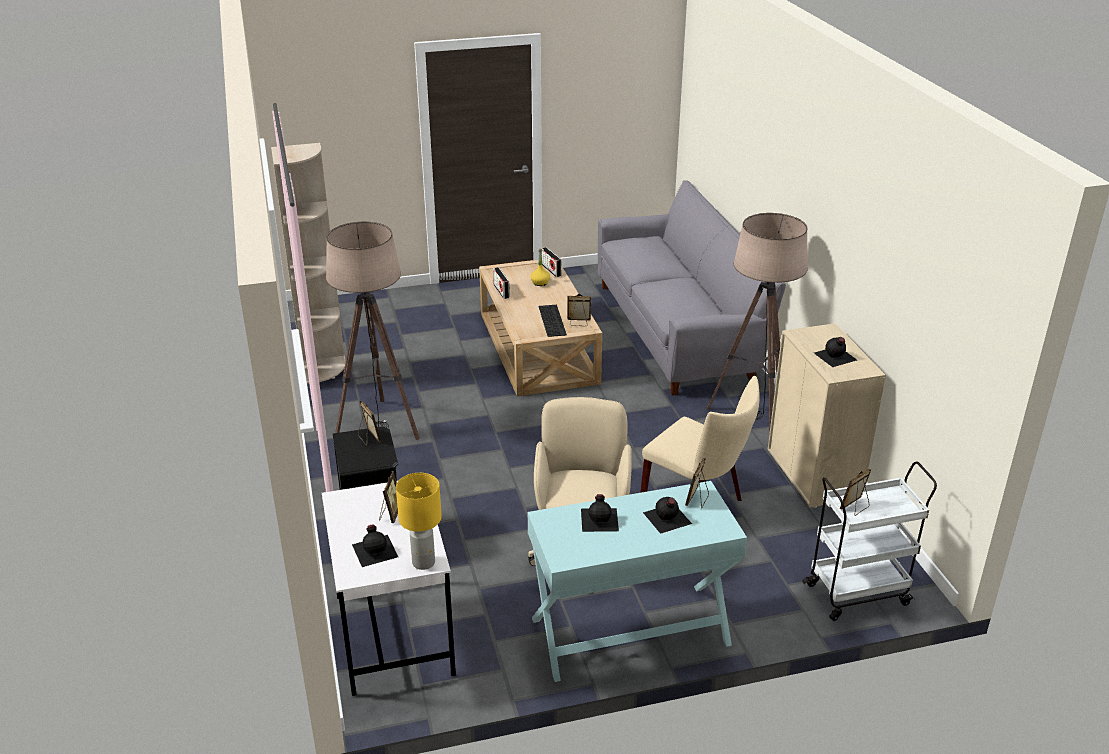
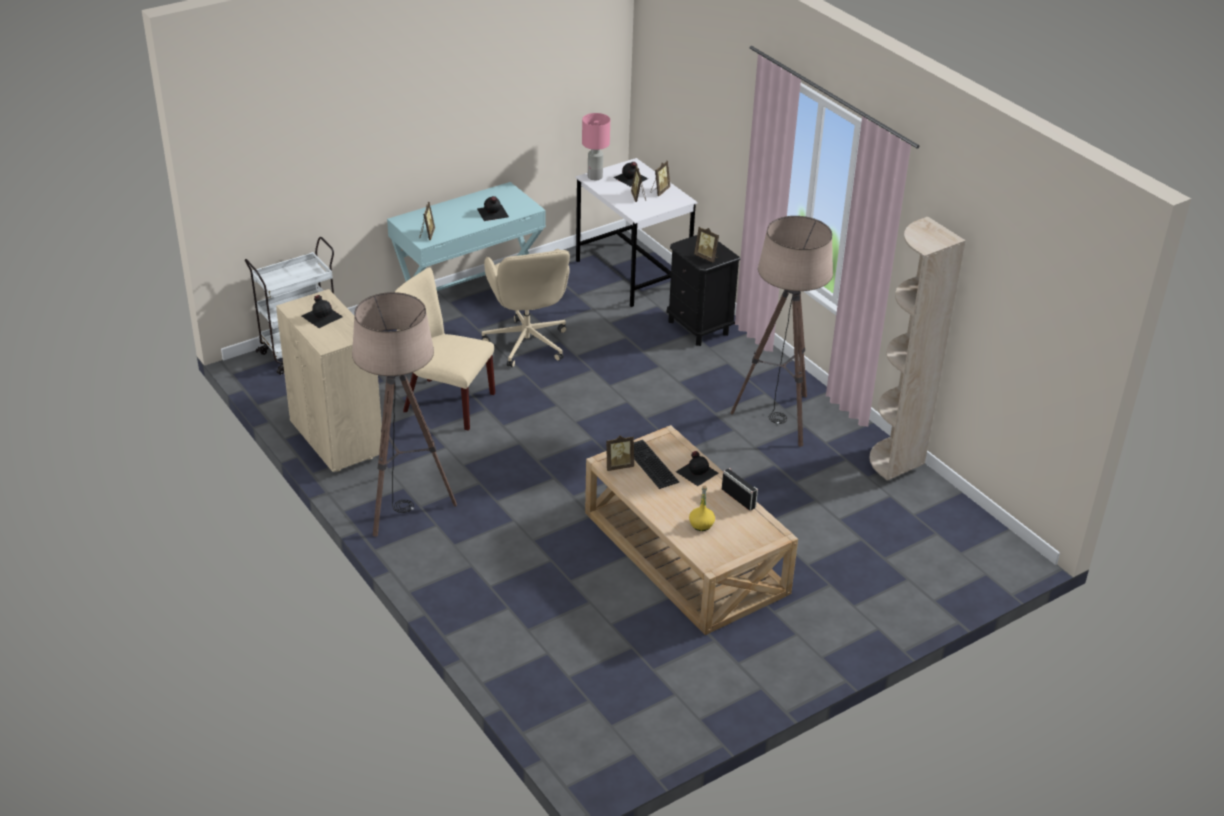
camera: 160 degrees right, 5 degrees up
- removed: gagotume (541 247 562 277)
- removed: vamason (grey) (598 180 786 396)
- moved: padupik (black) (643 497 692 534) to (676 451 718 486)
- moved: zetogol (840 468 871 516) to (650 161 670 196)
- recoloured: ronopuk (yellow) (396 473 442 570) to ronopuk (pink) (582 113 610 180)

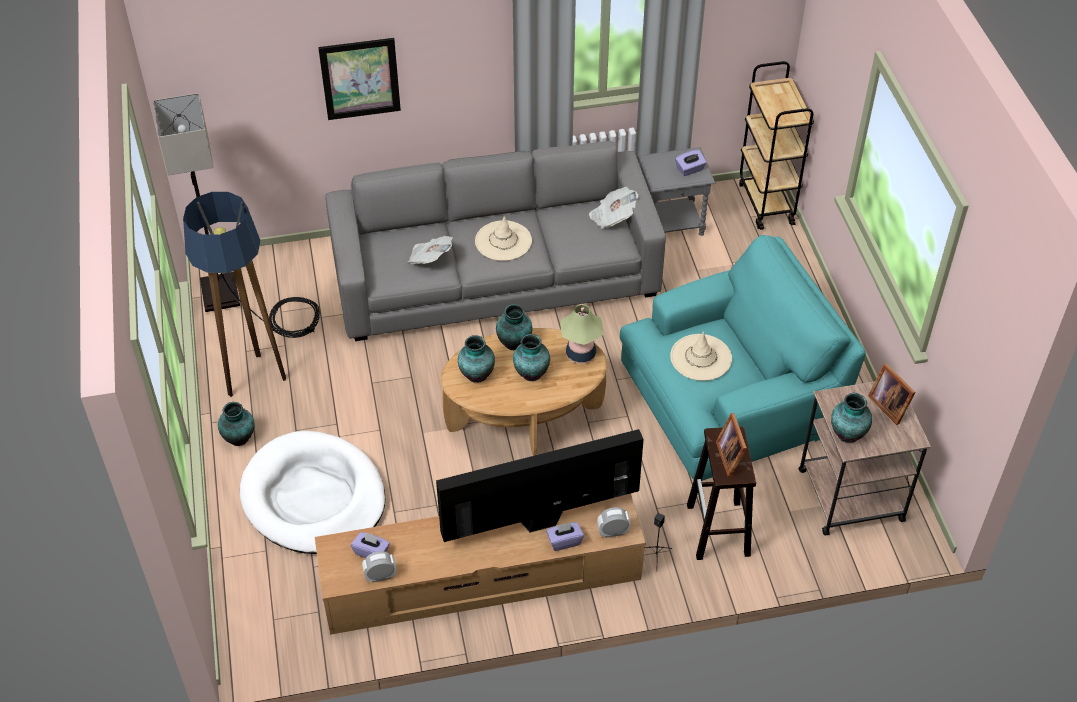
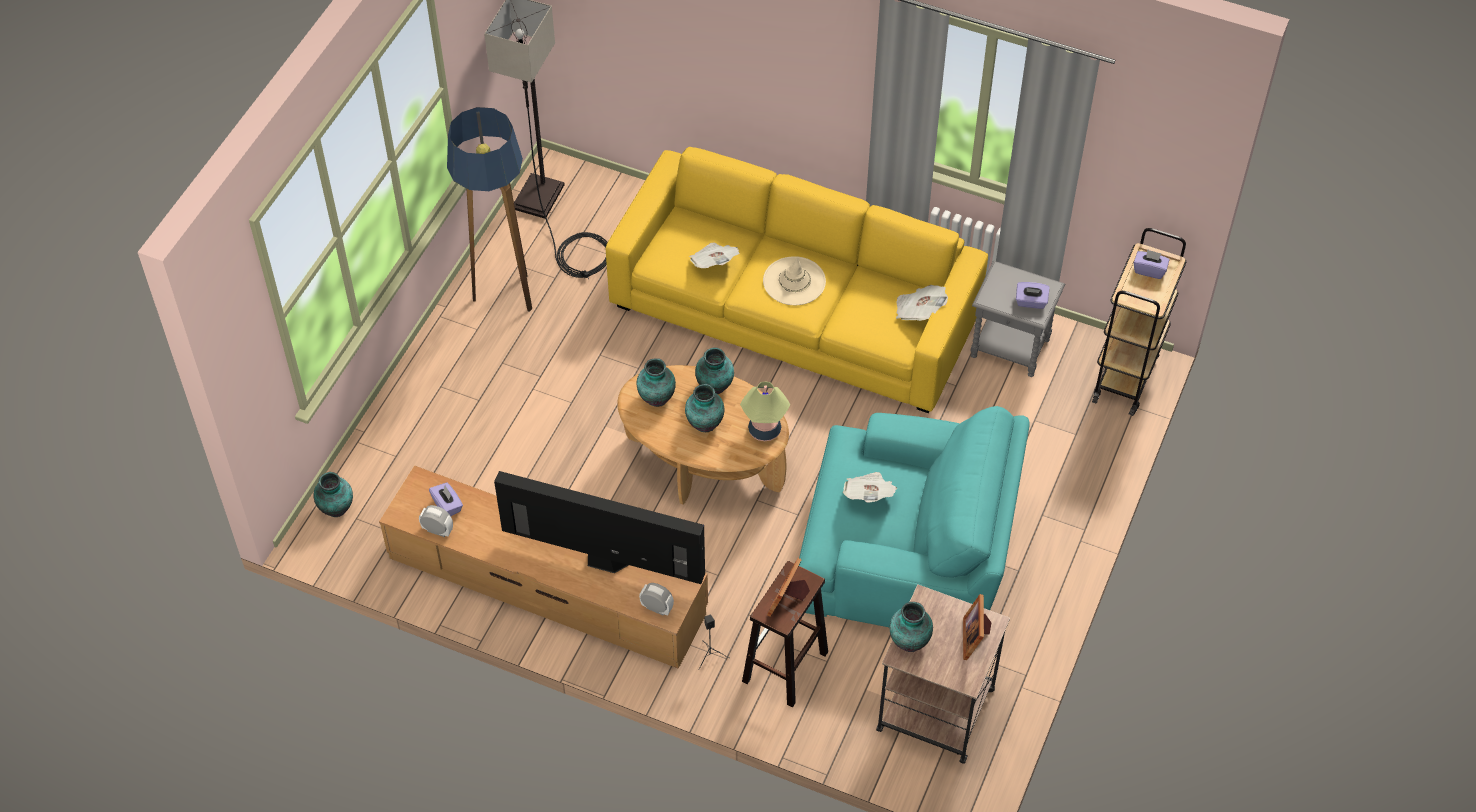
camera: 35 degrees right, 5 degrees up
- removed: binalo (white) (240 431 386 554)
- removed: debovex (318 38 401 120)
- moved: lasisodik (218 402 255 446) to (313 472 353 517)
- moved: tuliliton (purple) (546 522 584 551) to (1134 249 1169 279)
- replaced: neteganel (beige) (670 331 732 381) to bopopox (843 472 897 503)
- recoloured: vamason (grey) (325 141 666 341) to vamason (yellow) (606 147 988 413)

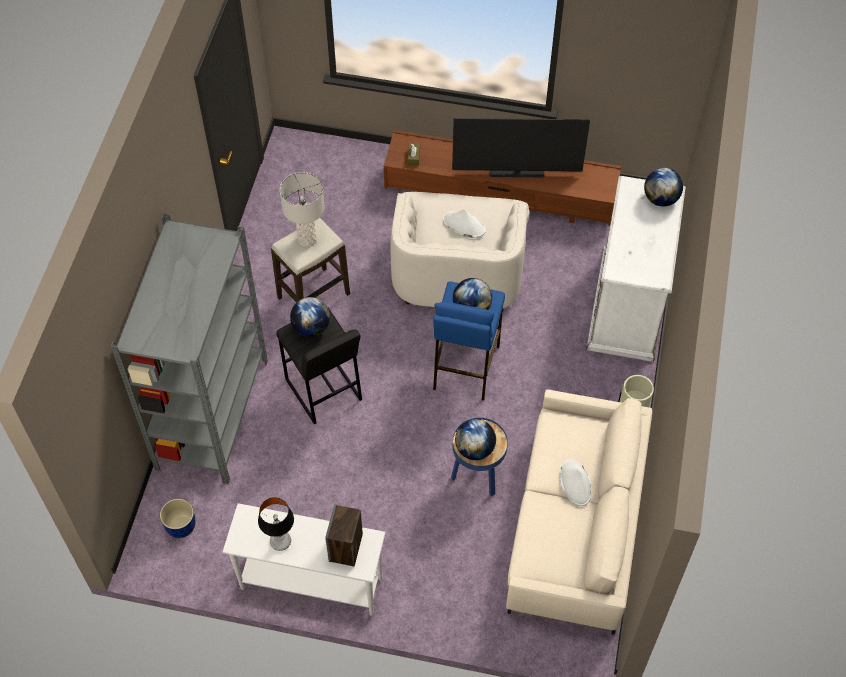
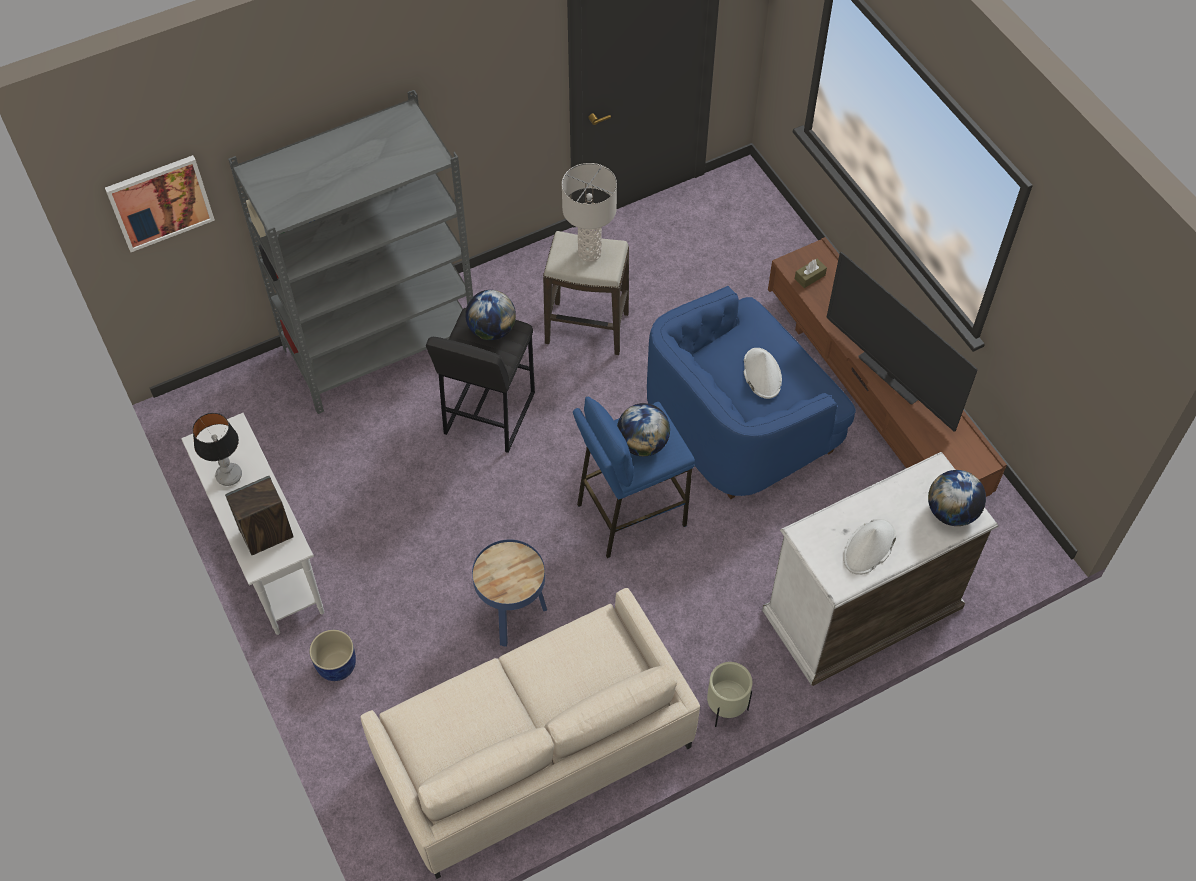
camera: 50 degrees right, 0 degrees up
- removed: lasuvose (455 419 496 460)
- added: debovex (105 155 215 252)
- moved: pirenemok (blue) (160 499 196 538) to (309 630 356 681)
- moved: neteganel (white) (559 459 592 506) to (843 518 896 575)
- recoloured: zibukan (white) (390 192 529 310) to zibukan (blue) (647 286 856 499)

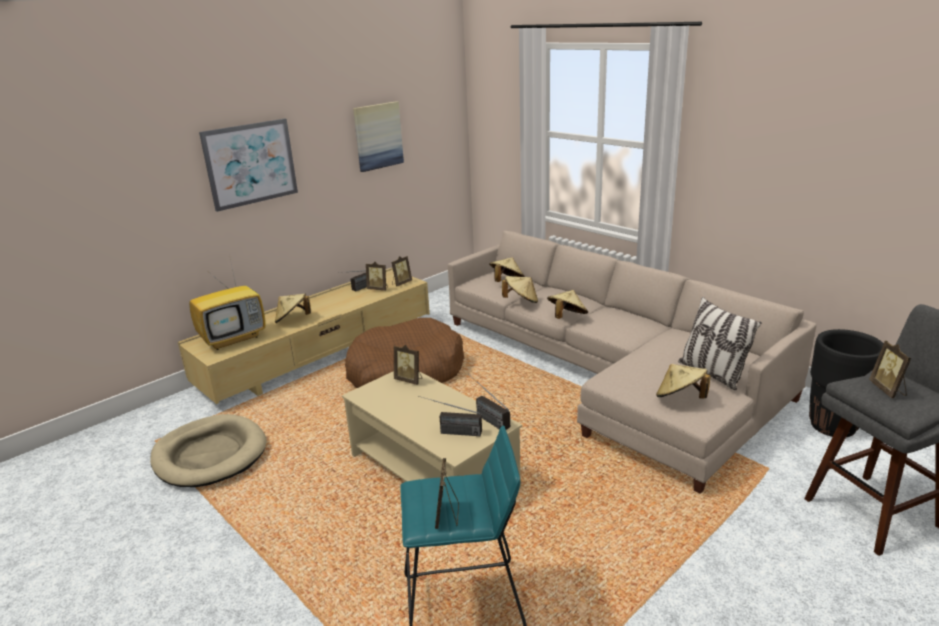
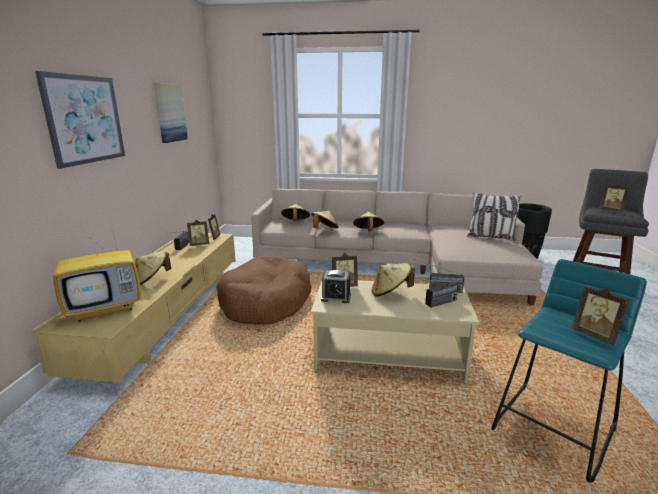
camera: 40 degrees left, 5 degrees down
- removed: binalo (beige) (150 414 266 487)
- added: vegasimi (321 270 351 303)
- moved: neteganel (beige) (656 364 710 398) to (371 263 415 297)
- turned: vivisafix (189 259 266 350) = (53 215 141 322) 45 degrees clockwise

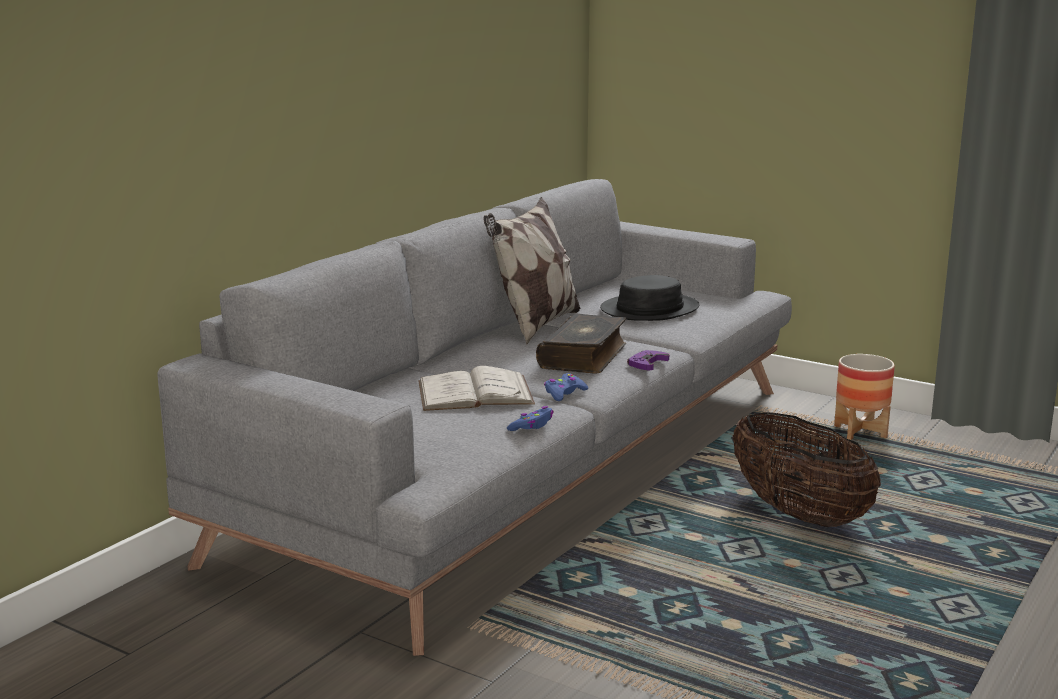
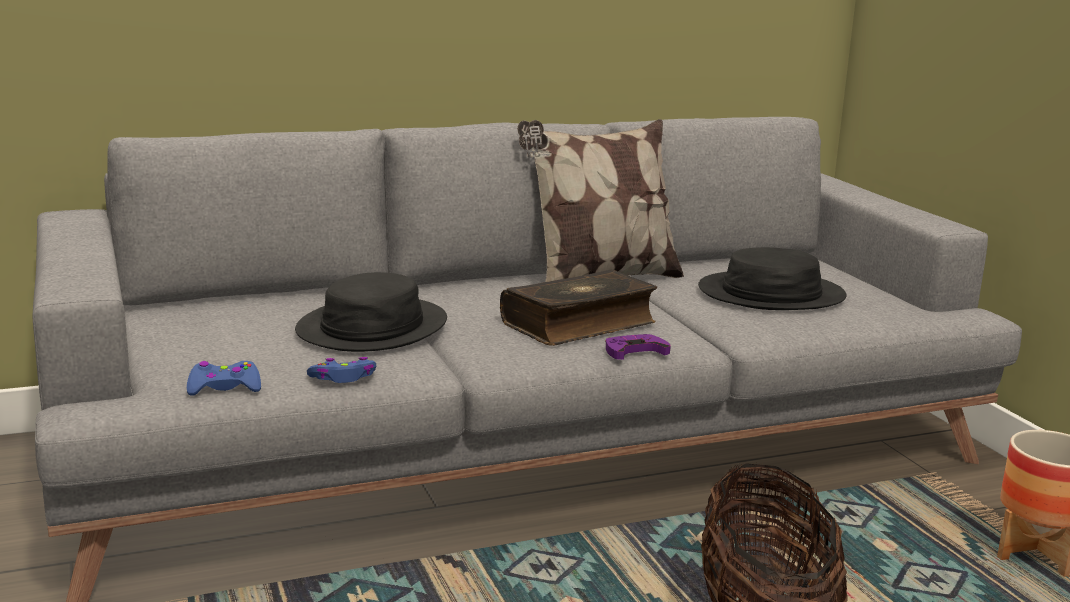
camera: 35 degrees right, 0 degrees up
- moved: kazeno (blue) (544 373 588 401) to (187 361 261 395)
- replaced: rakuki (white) (418 366 535 411) to neteganel (black) (295 272 447 352)

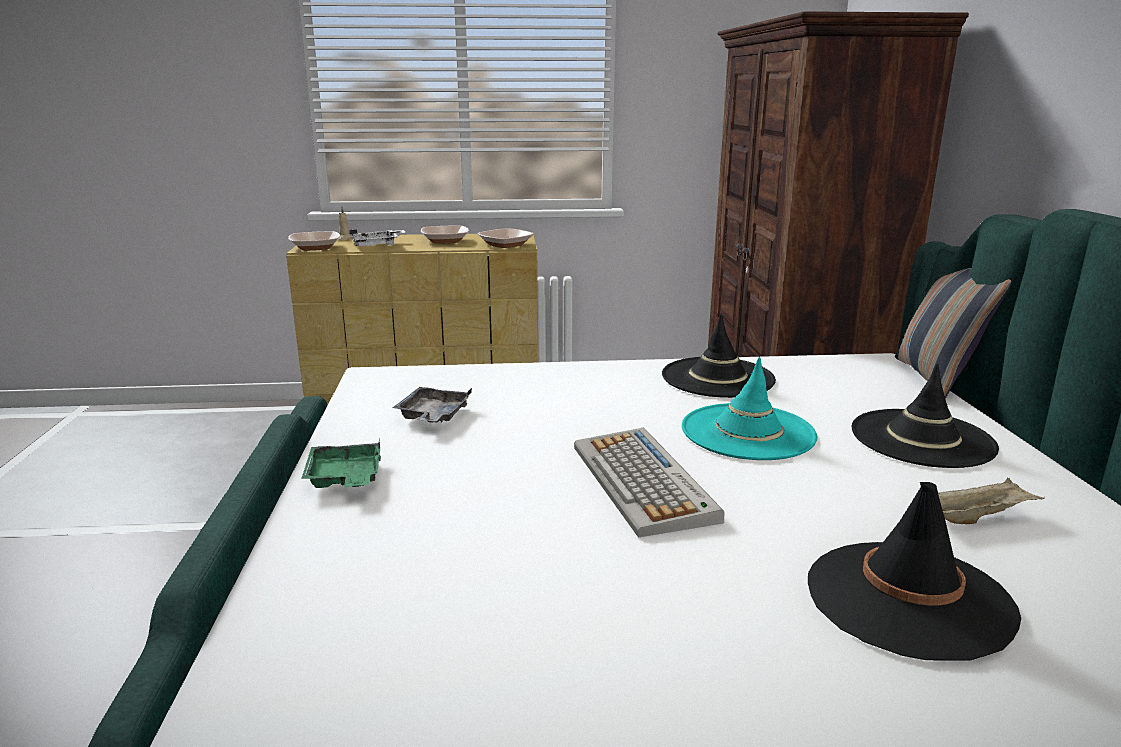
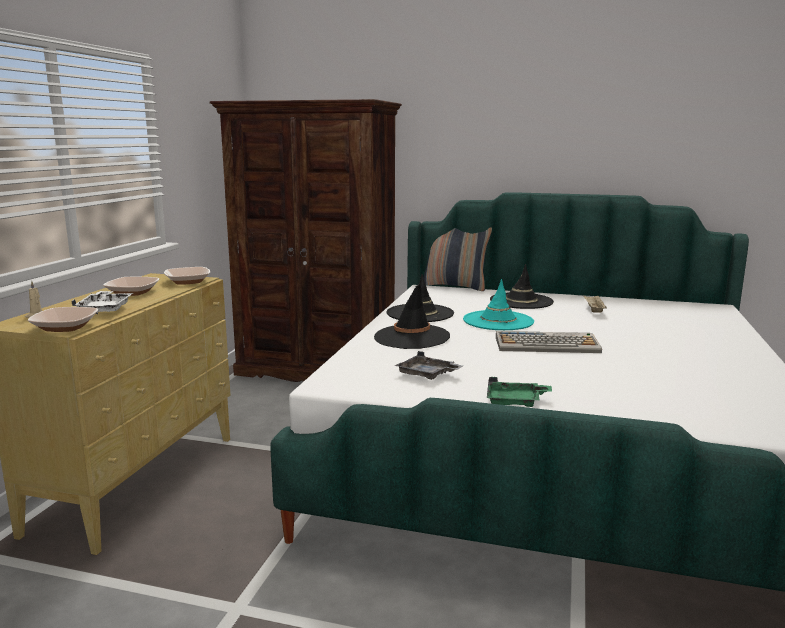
camera: 70 degrees left, 5 degrees down
- moved: neteganel (black) (808 482 1021 661) to (374 285 450 349)

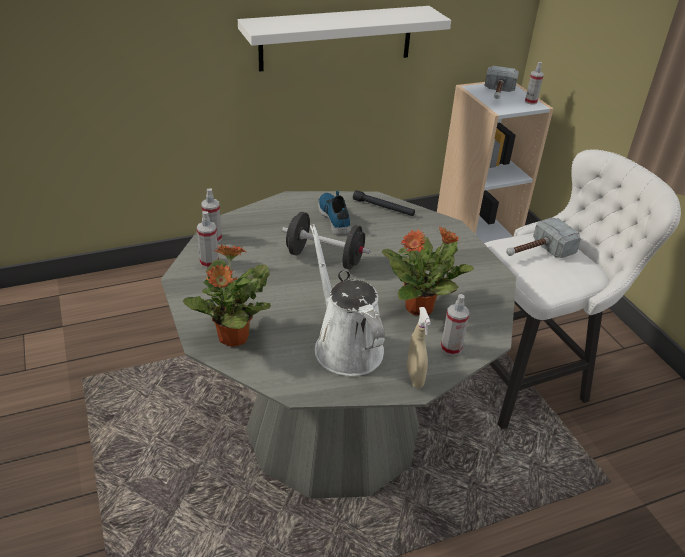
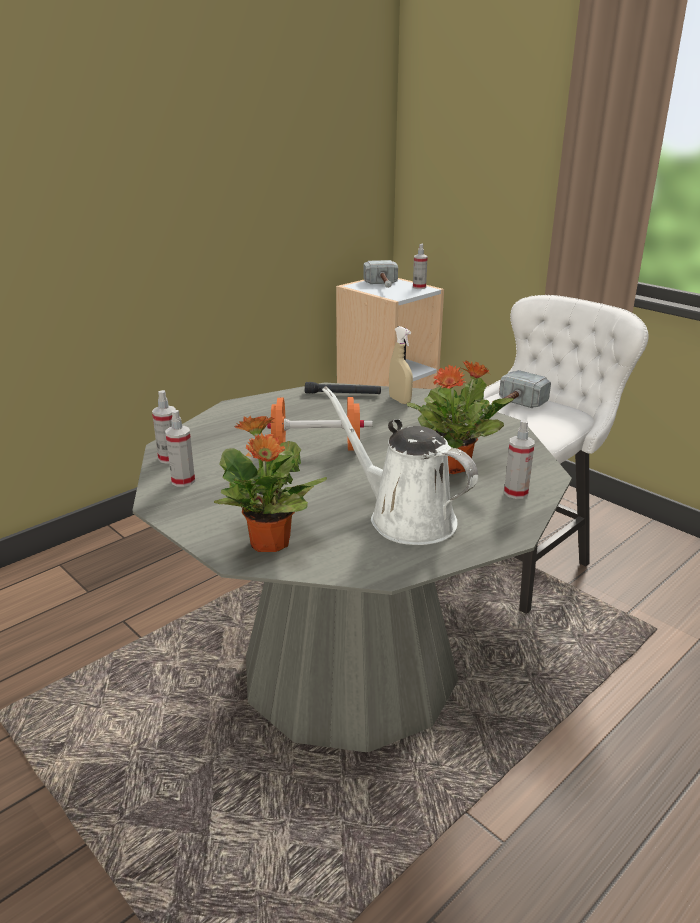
camera: 20 degrees left, 10 degrees down
- removed: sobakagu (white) (238 6 451 72)
- removed: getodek (318 191 351 235)
- moved: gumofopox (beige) (407 307 431 388) to (389 326 413 404)
- recoloured: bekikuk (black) (282 212 371 270) to bekikuk (orange) (265 397 373 451)

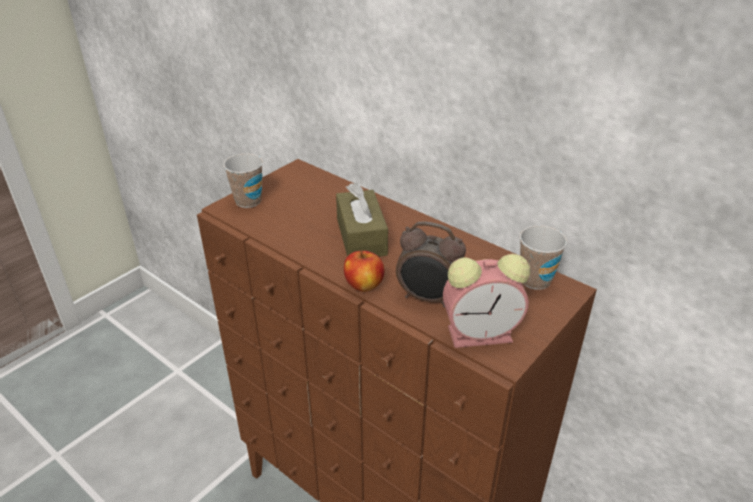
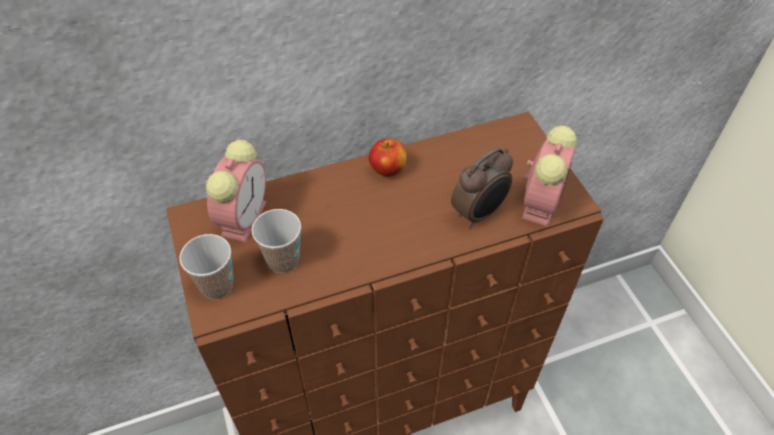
camera: 60 degrees left, 15 degrees up
- removed: tuliliton (brown) (336 182 388 257)
- added: vegasimi (206 140 267 242)
- moved: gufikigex (344 251 384 292) to (369 139 407 177)
- moved: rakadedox (520 225 567 290) to (252 209 301 273)

